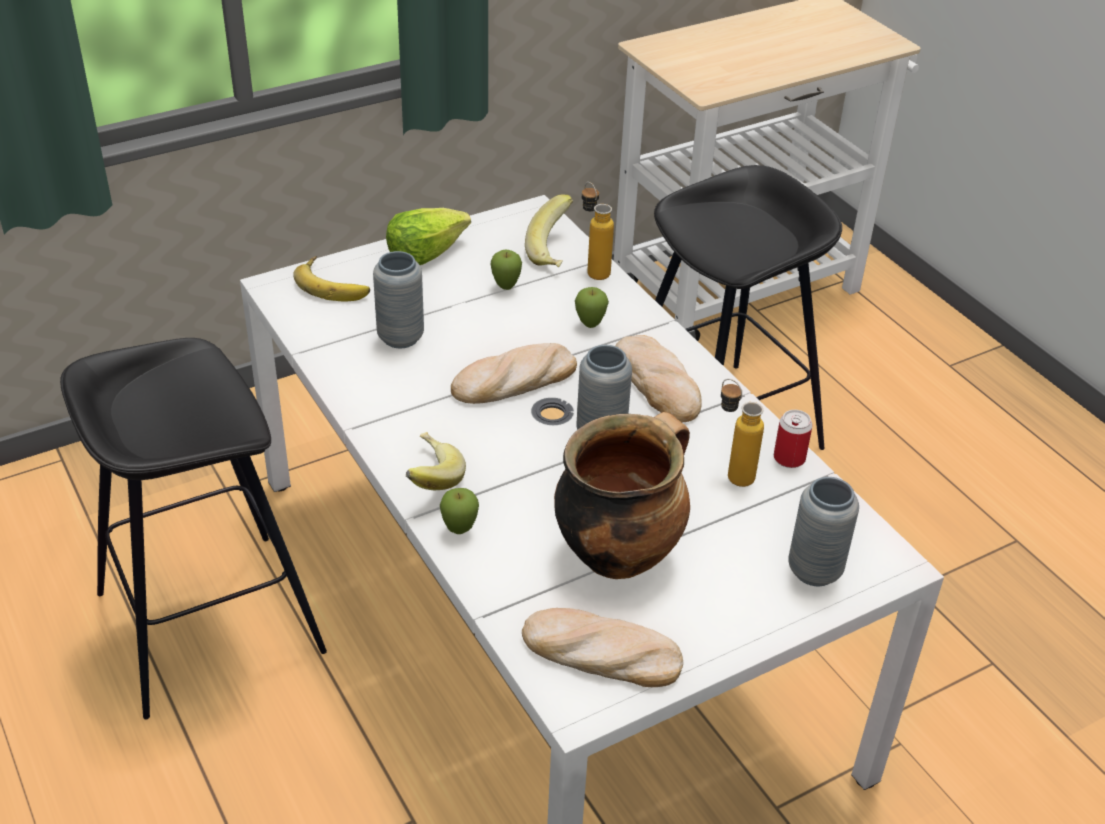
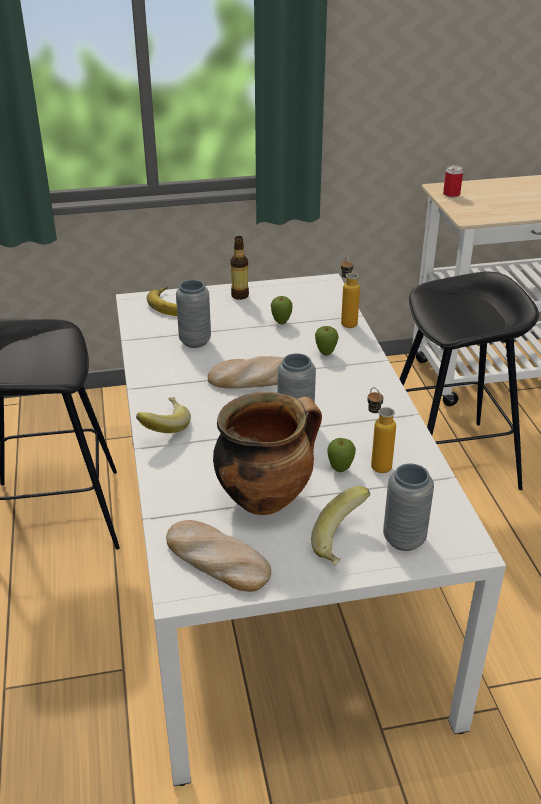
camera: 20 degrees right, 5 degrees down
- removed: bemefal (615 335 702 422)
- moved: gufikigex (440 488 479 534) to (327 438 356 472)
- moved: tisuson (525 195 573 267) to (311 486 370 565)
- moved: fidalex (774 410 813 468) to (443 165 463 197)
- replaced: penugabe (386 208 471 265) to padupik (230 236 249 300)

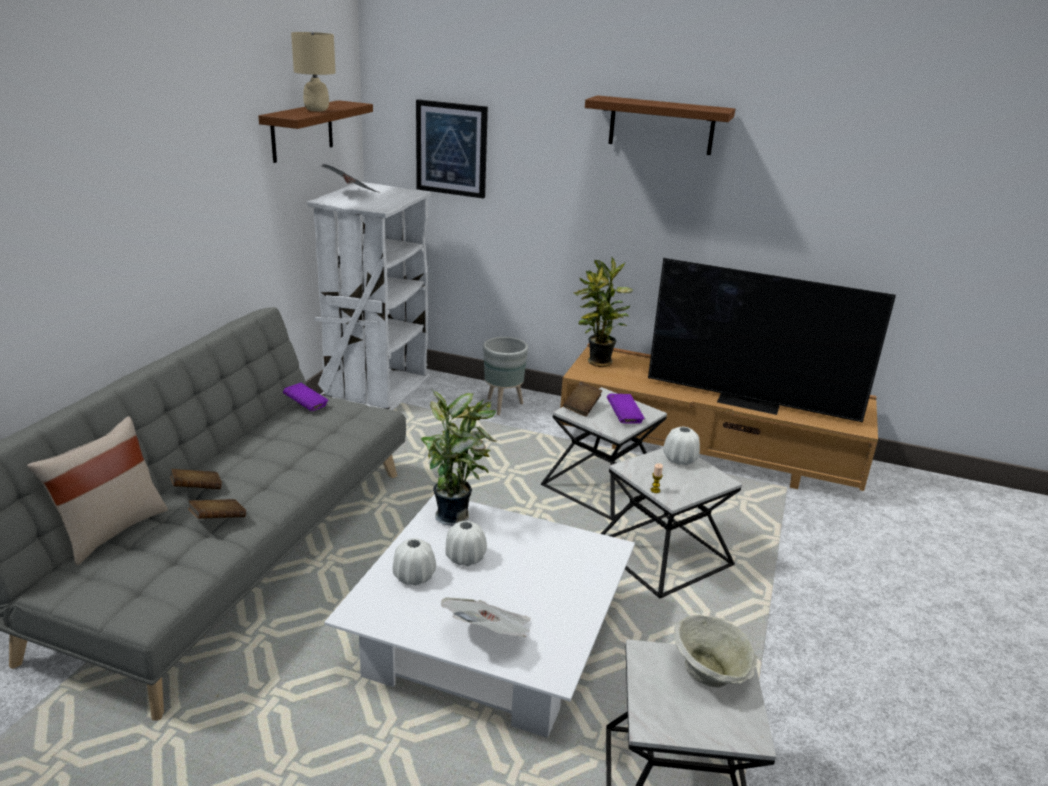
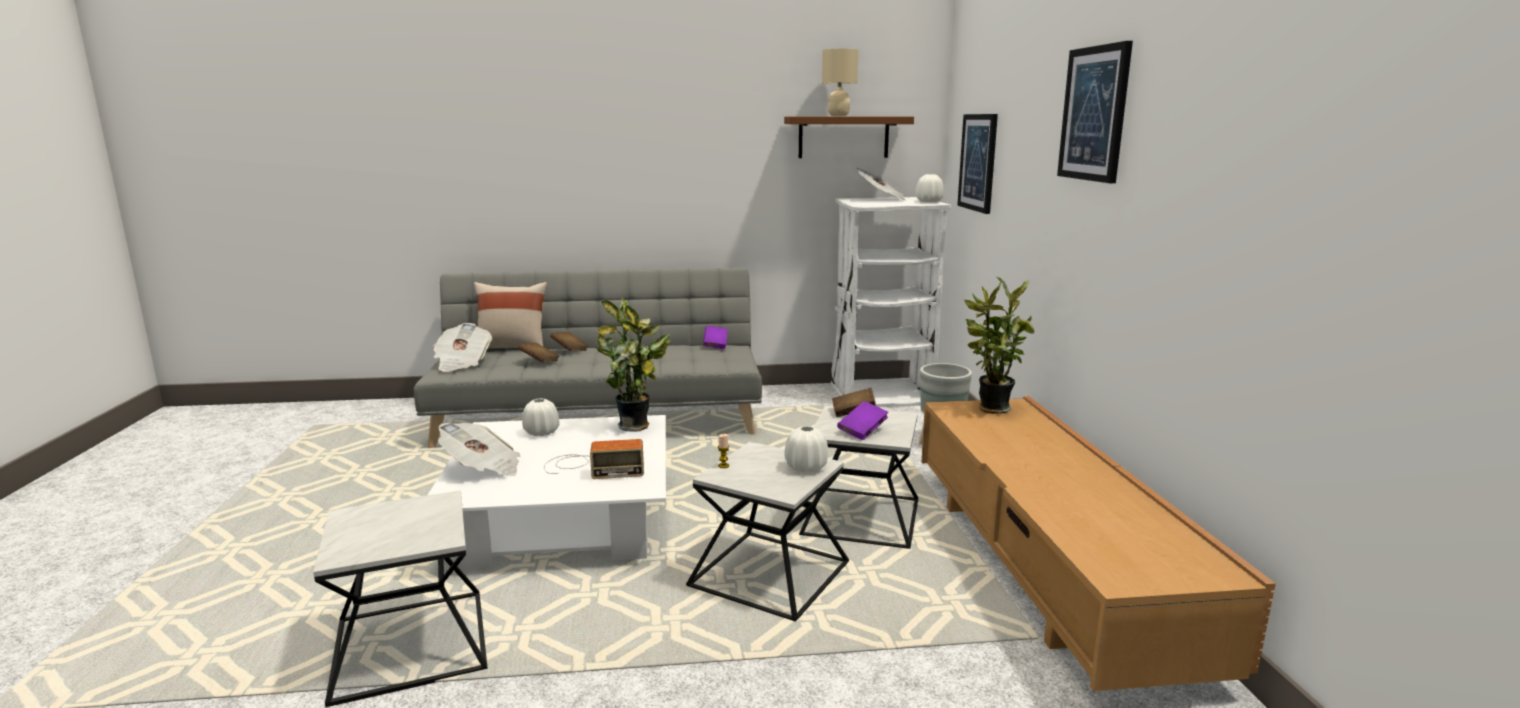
camera: 65 degrees right, 10 degrees down
- removed: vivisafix (648 258 896 422)
- removed: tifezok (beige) (674 615 757 687)
- added: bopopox (433 323 492 372)
- added: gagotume (544 439 644 479)
- moved: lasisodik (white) (445 521 487 566) to (915 174 944 202)
- replaced: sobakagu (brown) (585 95 735 155) to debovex (1057 41 1133 183)

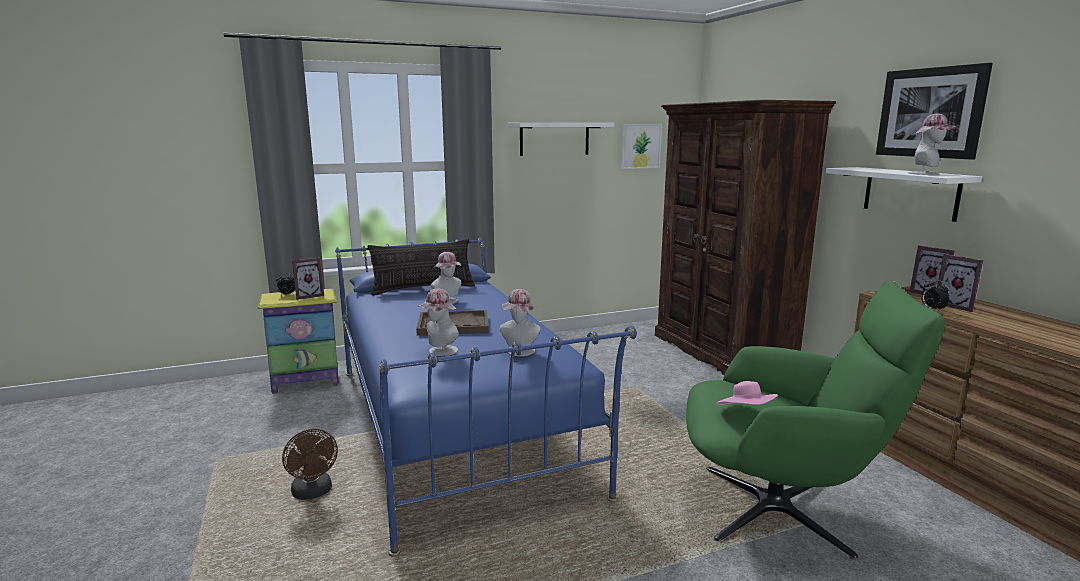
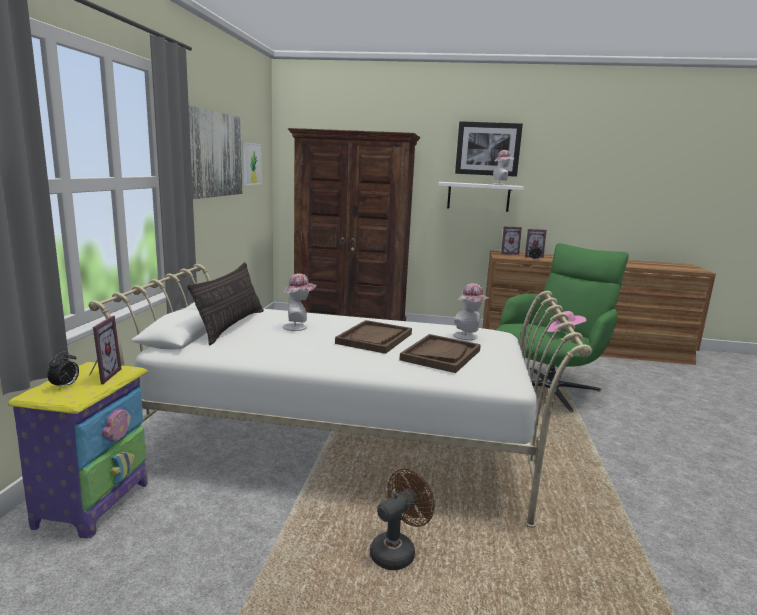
camera: 60 degrees left, 0 degrees up
- replaced: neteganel (418 288 459 356) to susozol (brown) (400 334 481 373)
- replaced: sobakagu (white) (508 123 614 156) to debovex (189 106 242 199)
- recoloured: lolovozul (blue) (335 238 637 557) to lolovozul (white) (89 264 592 528)
- turned: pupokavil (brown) (282 429 338 500) = (370 468 434 570) 45 degrees counterclockwise

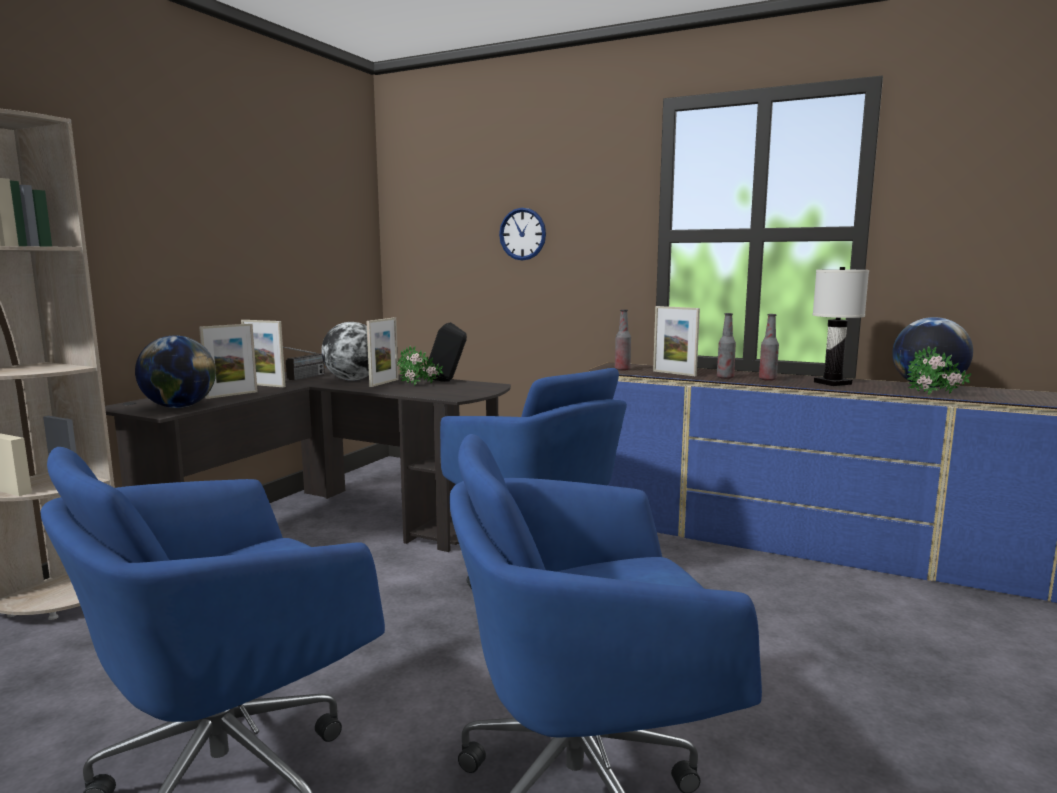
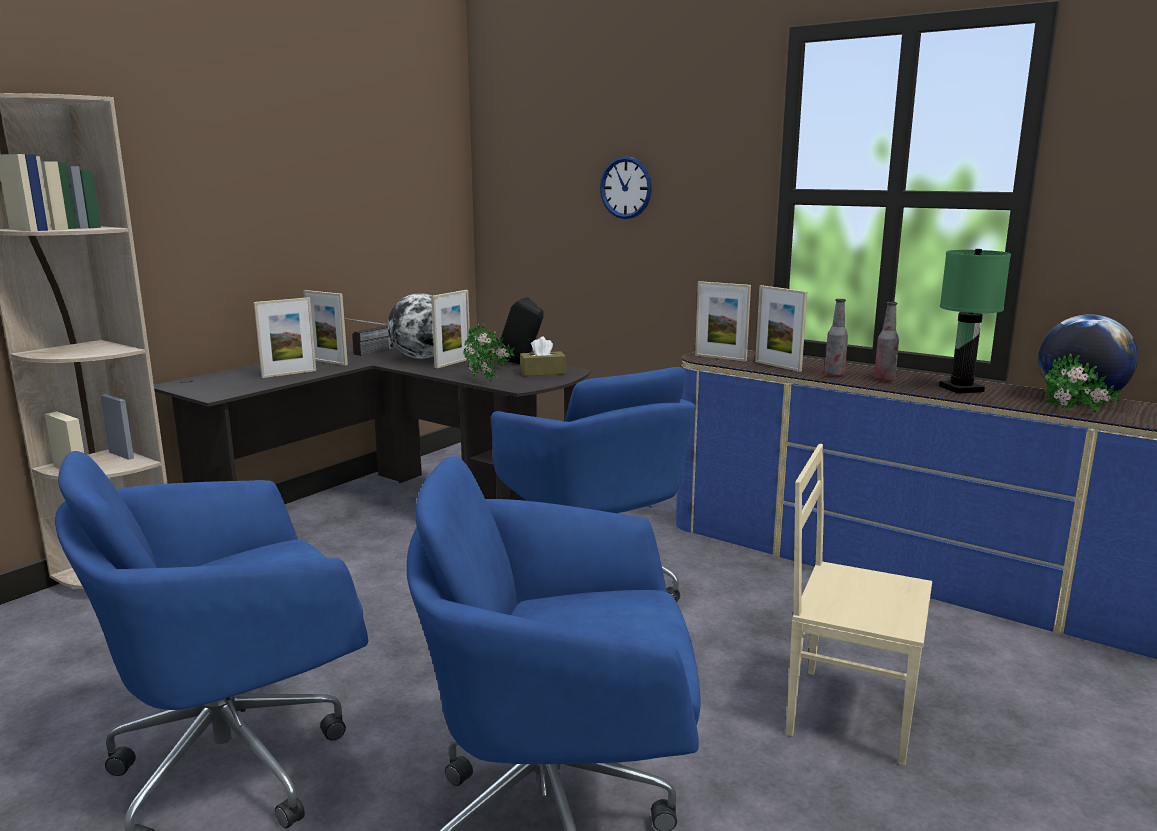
camera: 10 degrees right, 5 degrees up
- removed: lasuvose (135 336 216 408)
- added: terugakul (464 333 497 382)
- added: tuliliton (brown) (520 336 566 376)
- added: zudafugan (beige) (786 444 932 765)
- replaced: padupik (615 309 631 371) to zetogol (695 281 751 361)
- recoloured: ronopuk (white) (813 267 869 386) to ronopuk (green) (939 249 1011 394)

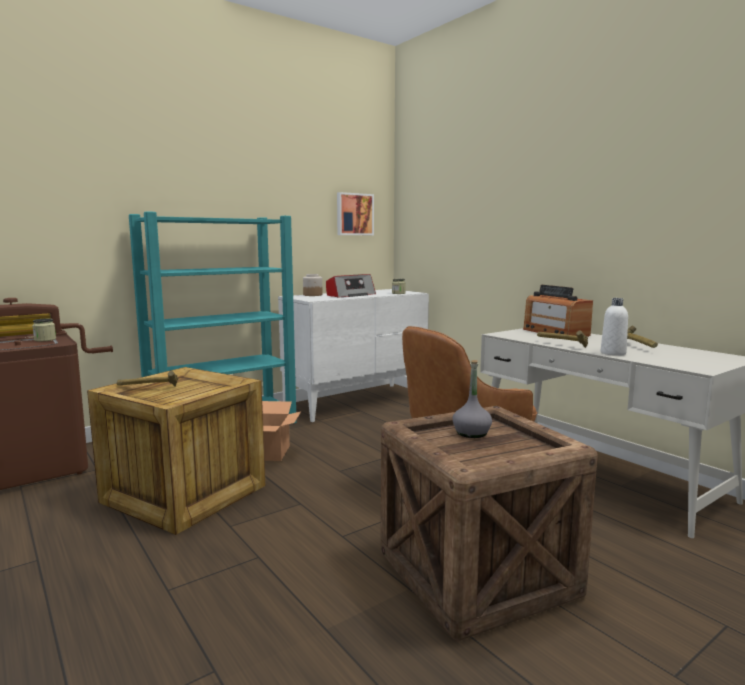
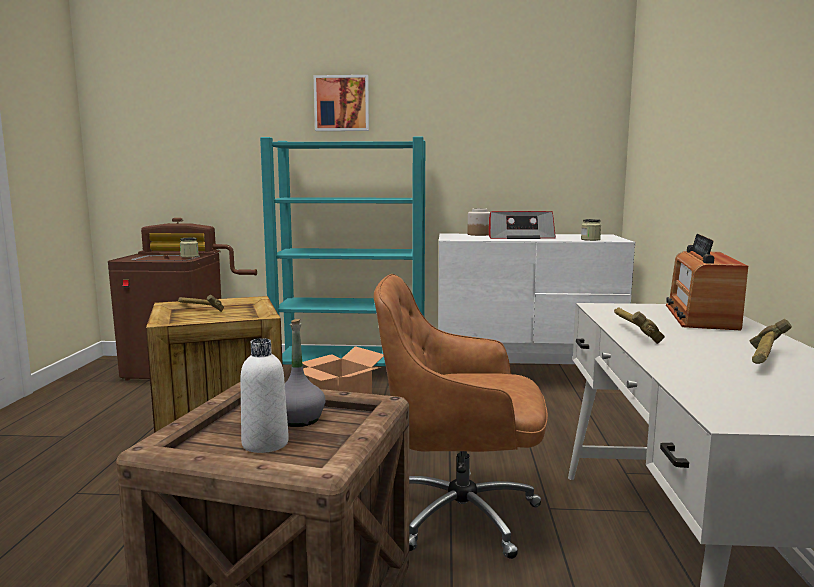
camera: 40 degrees right, 0 degrees up
- moved: debovex (337 192 374 235) to (314 75 369 131)
- moved: padupik (white) (600 298 628 356) to (240 338 289 453)

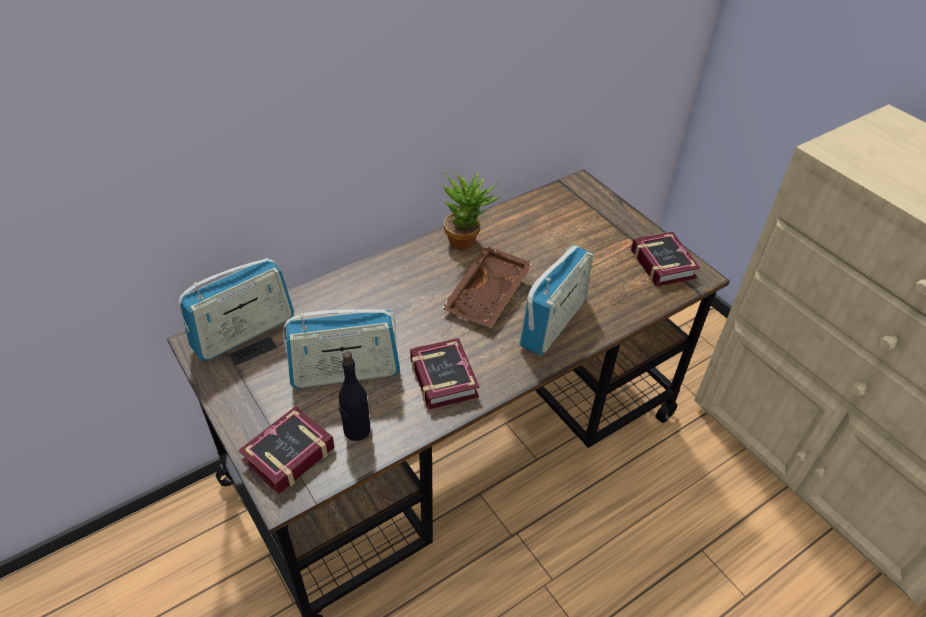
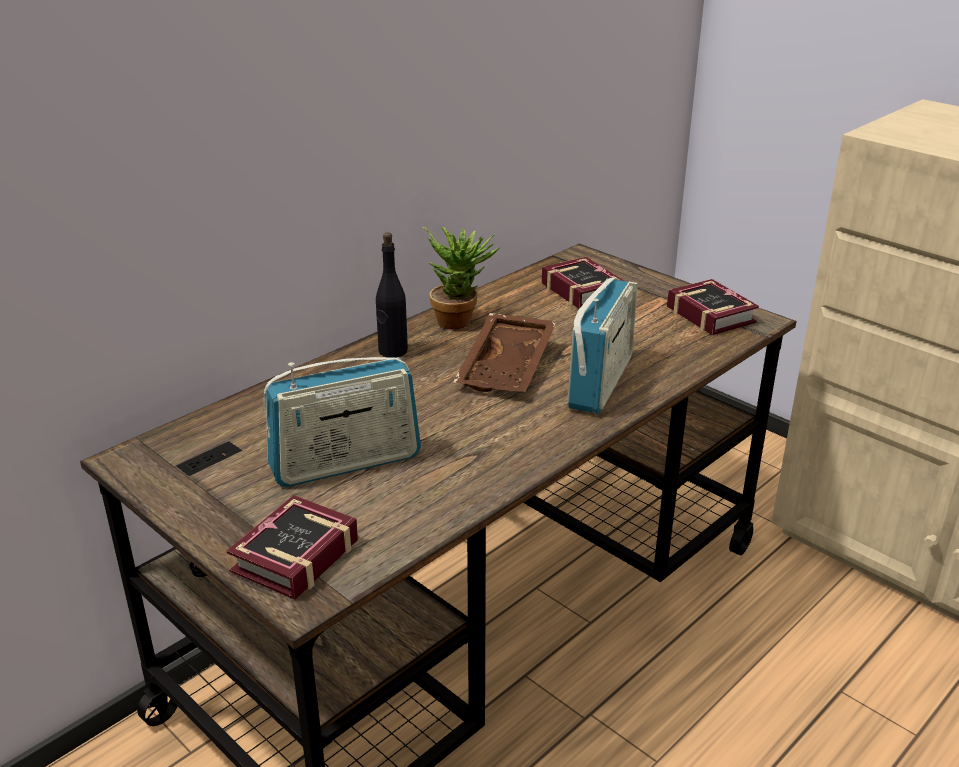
camera: 10 degrees left, 15 degrees down
- removed: gagotume (179 257 294 361)
- moved: padupik (black) (339 352 370 441) to (376 233 408 358)
- moved: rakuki (410 338 480 410) to (542 257 624 309)

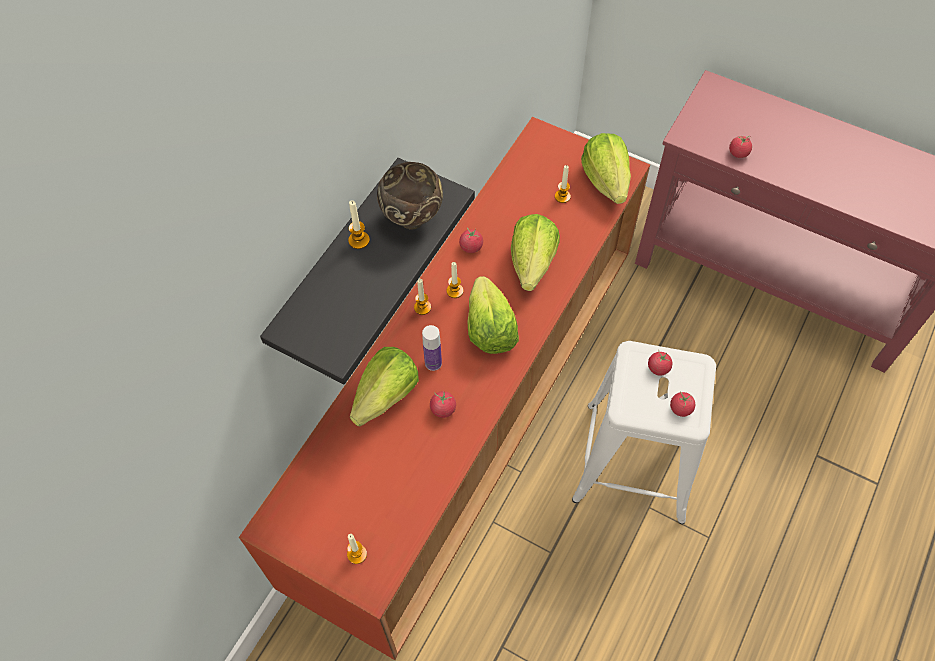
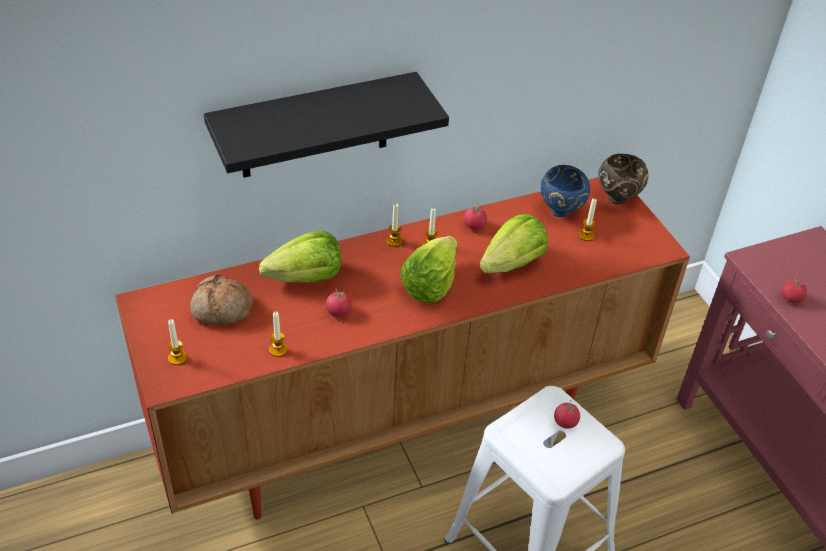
camera: 35 degrees right, 15 degrees down
- removed: padupik (422 325 442 371)
- removed: penugabe (581 133 631 204)
- removed: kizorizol (670 391 696 417)
- added: bemefal (189 274 253 325)
- added: tifezok (blue) (540 165 590 217)
- moved: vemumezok (348 201 370 249) to (269 311 288 357)
- moved: tifezok (brown) (377 162 443 230) to (598 154 648 205)

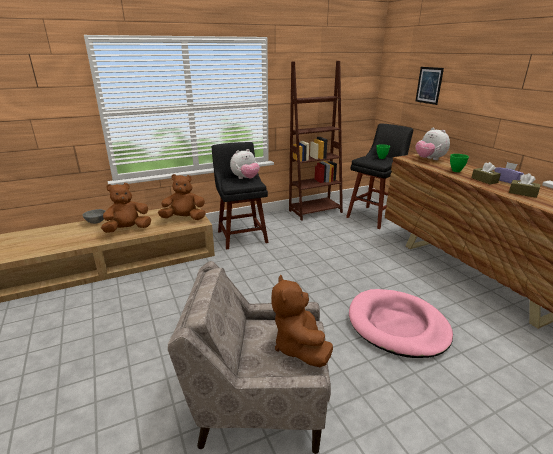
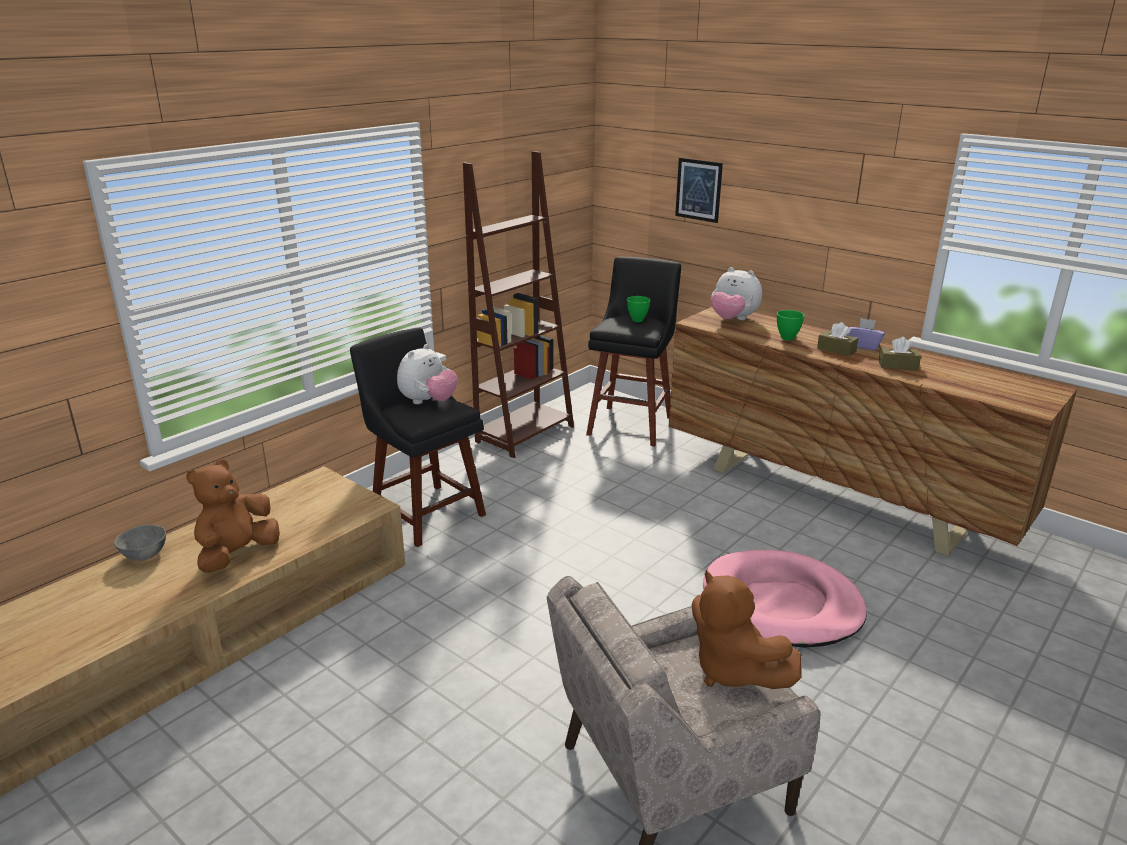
camera: 25 degrees left, 0 degrees up
- removed: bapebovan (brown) (158 174 206 220)

